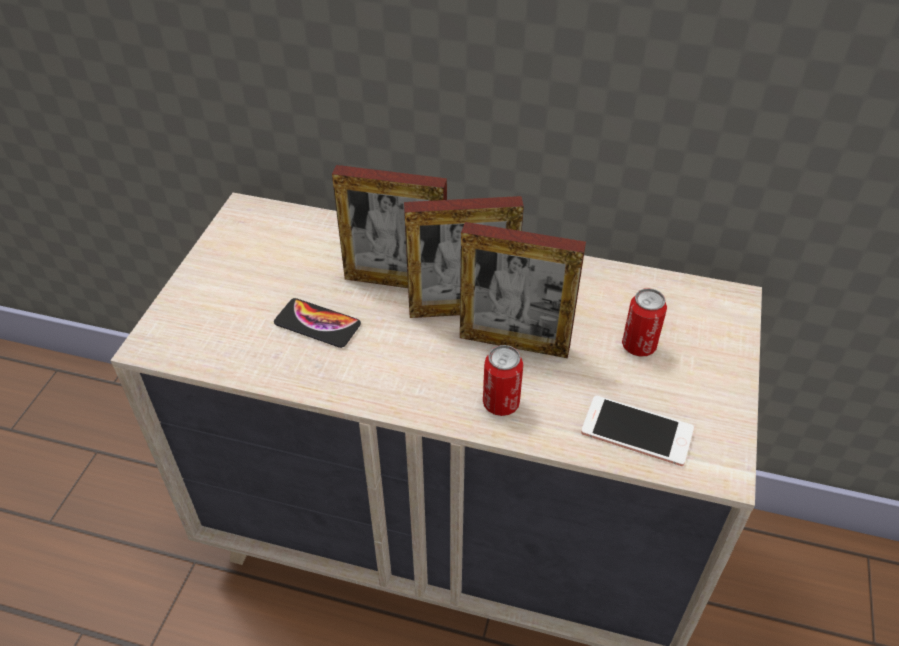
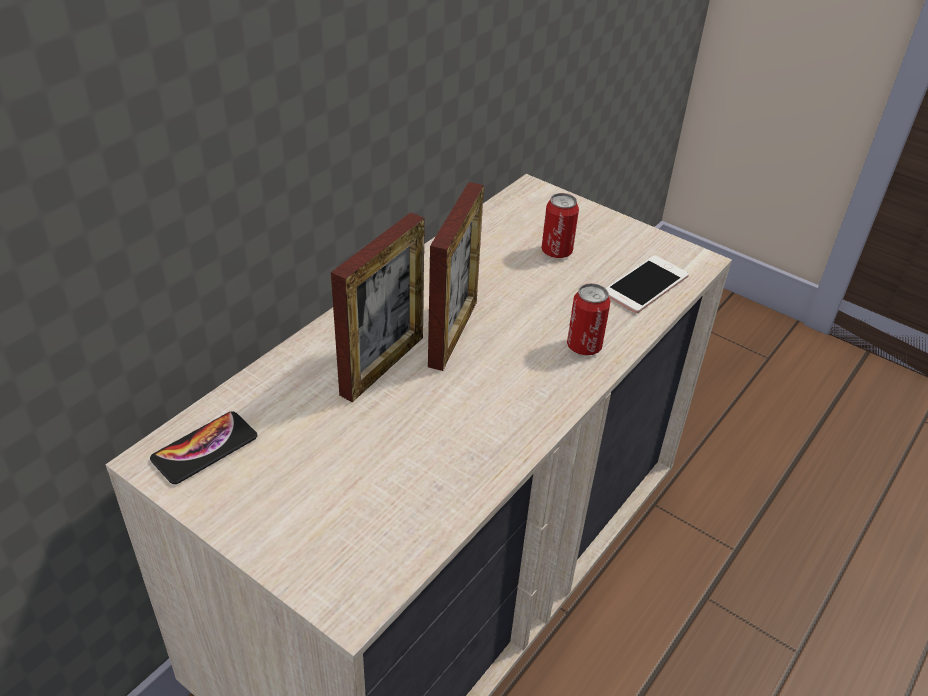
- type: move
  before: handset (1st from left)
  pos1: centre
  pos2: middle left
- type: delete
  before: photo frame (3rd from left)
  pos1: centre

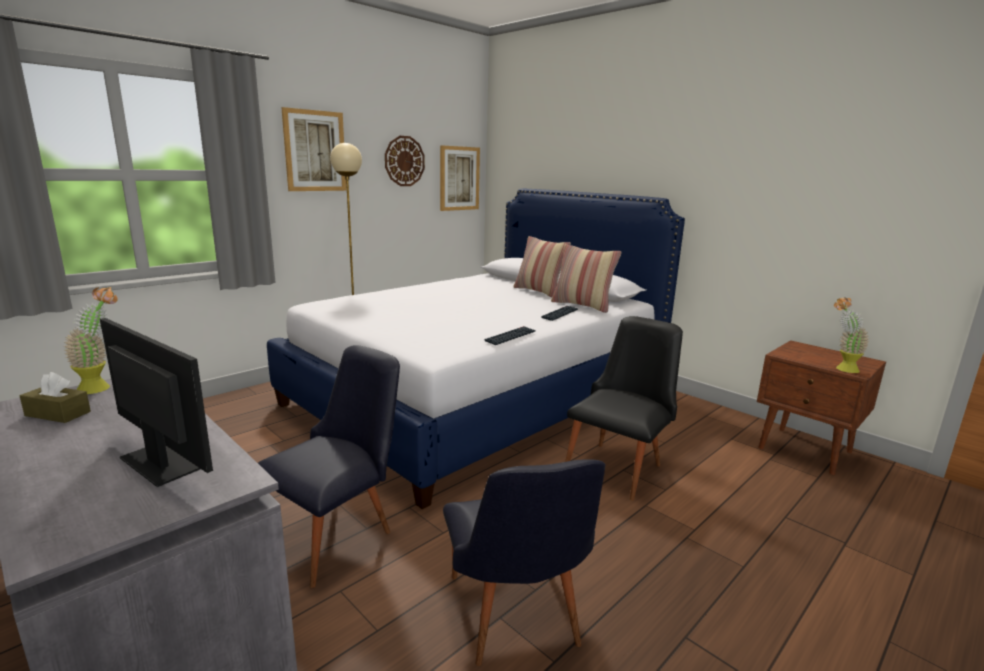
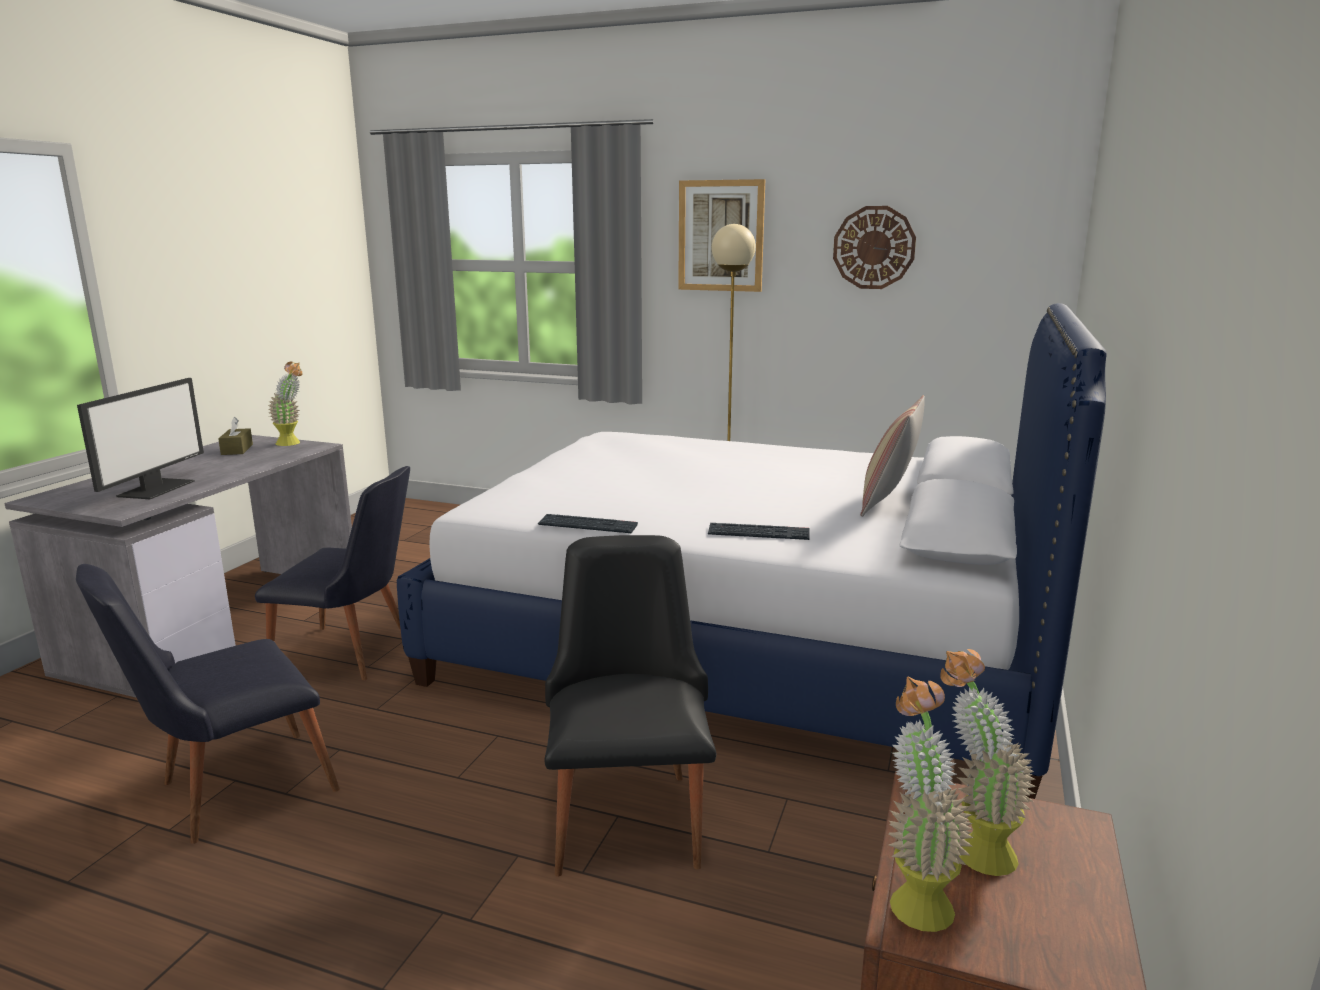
- type: rotate
  before: blackish upright chair (3rd from left)
  pos1: centre
  pos2: bottom centre
  turn: -105
- type: insert
  after: potted plant (3rd from left)
  pos2: bottom right
- type: delete
  before: wall picture (2nd from left)
  pos1: top centre
- type: delete
  before: pillow (2nd from left)
  pos1: centre

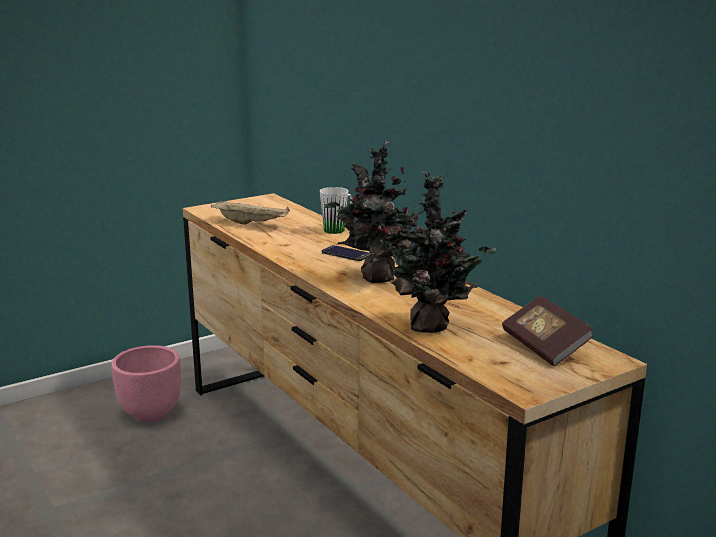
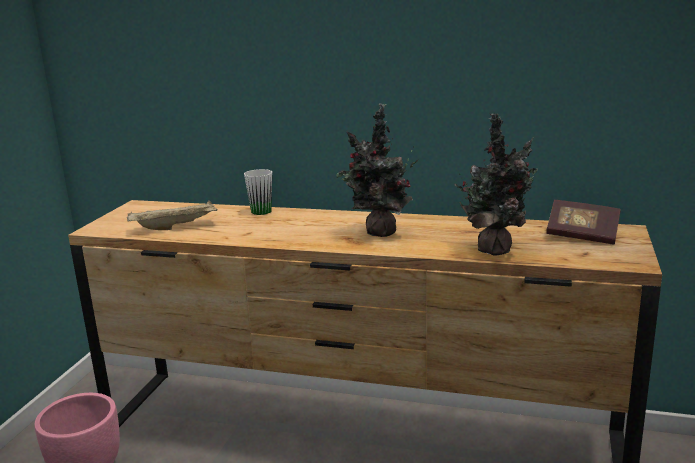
- type: delete
  before: handset
  pos1: centre

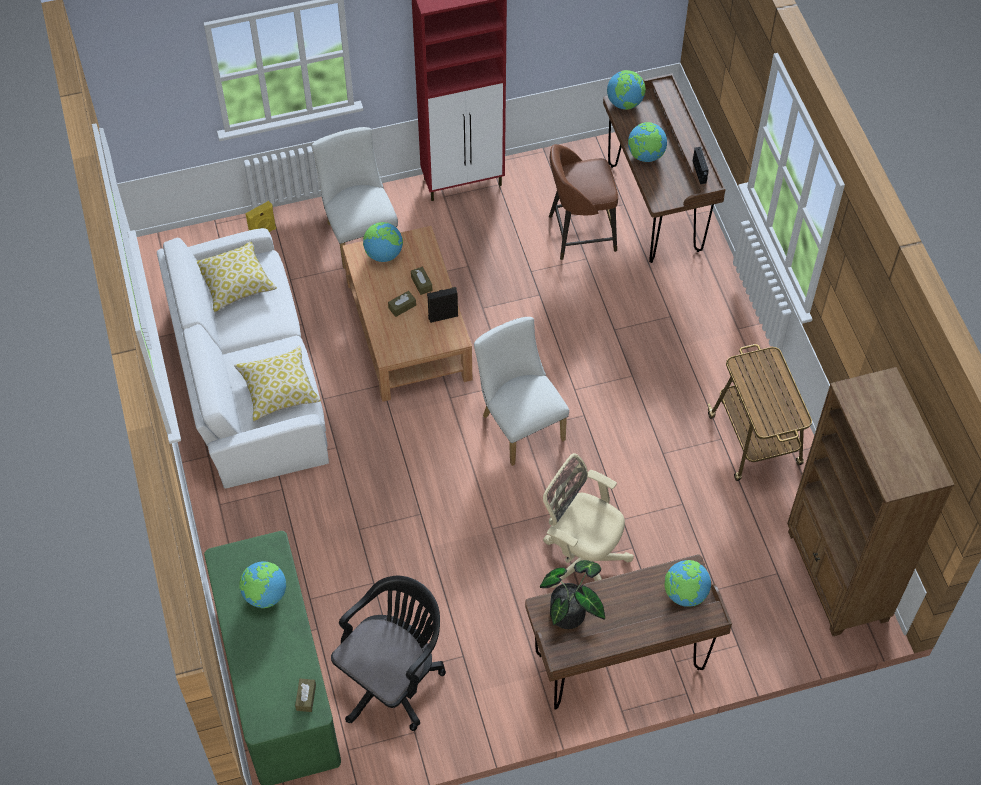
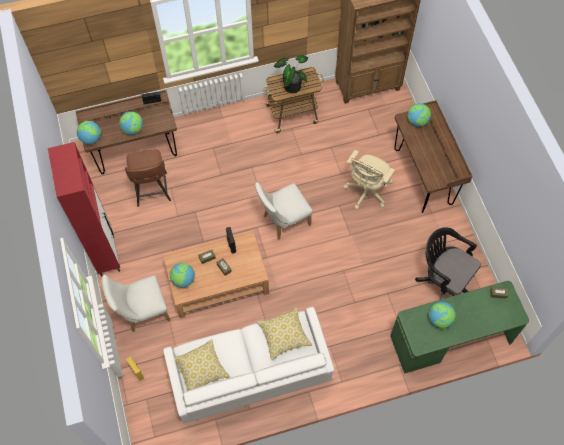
- type: move
  before: potted plant
  pos1: bottom centre
  pos2: top centre

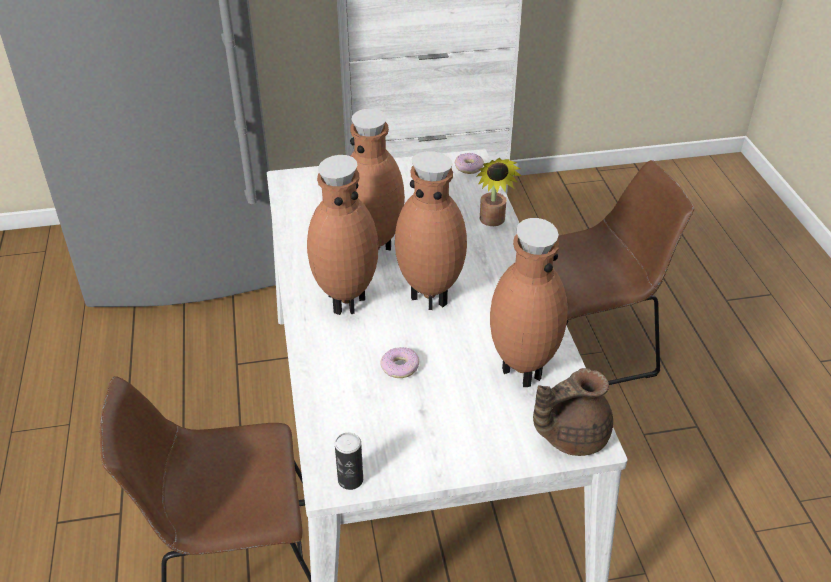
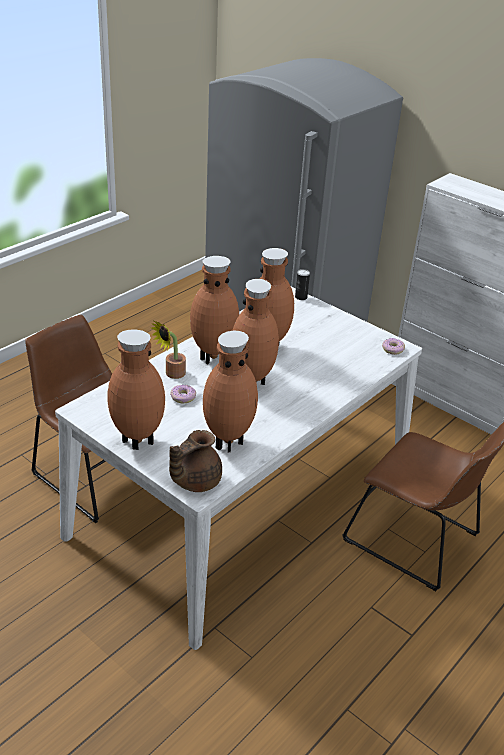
- type: insert
  after: brown-coloured flower vase (1st from left)
  pos2: middle left
- type: move
  before: potted plant
  pos1: top centre
  pos2: centre
- type: rotate
  before: brown-coloured teapot
  pos1: bottom right
  pos2: centre
  turn: -75
- type: move
  before: sealed can
  pos1: bottom centre
  pos2: centre

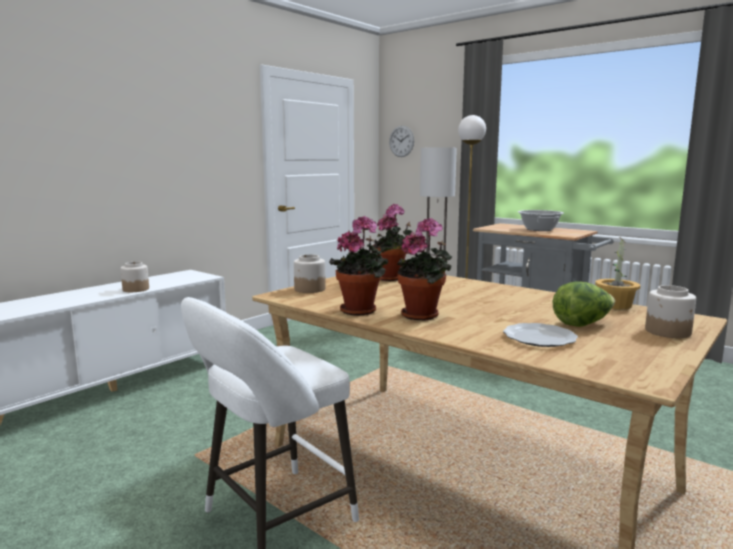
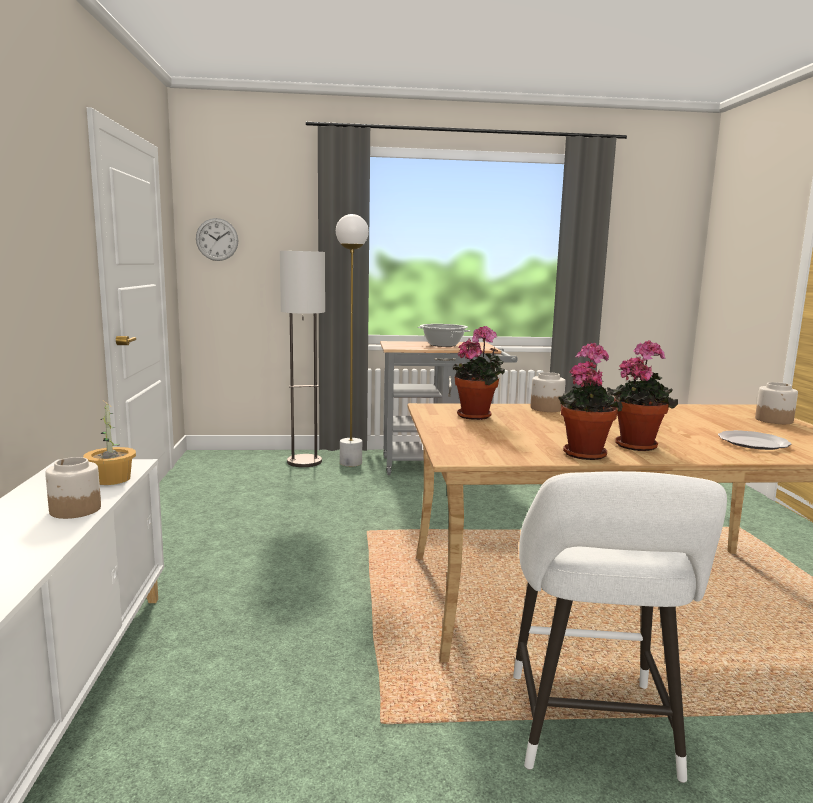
- type: move
  before: potted plant (4th from left in the first image)
  after: potted plant (1st from left)
  pos1: middle right
  pos2: middle left
- type: move
  before: storage jar (2nd from left)
  pos1: centre
  pos2: middle right
- type: delete
  before: lettuce
  pos1: middle right

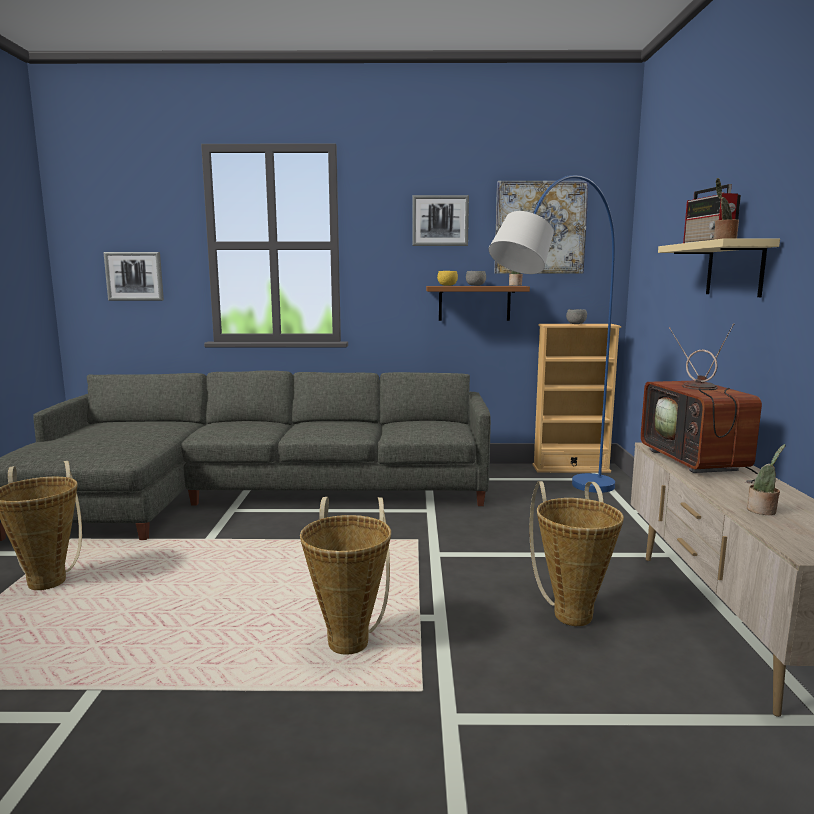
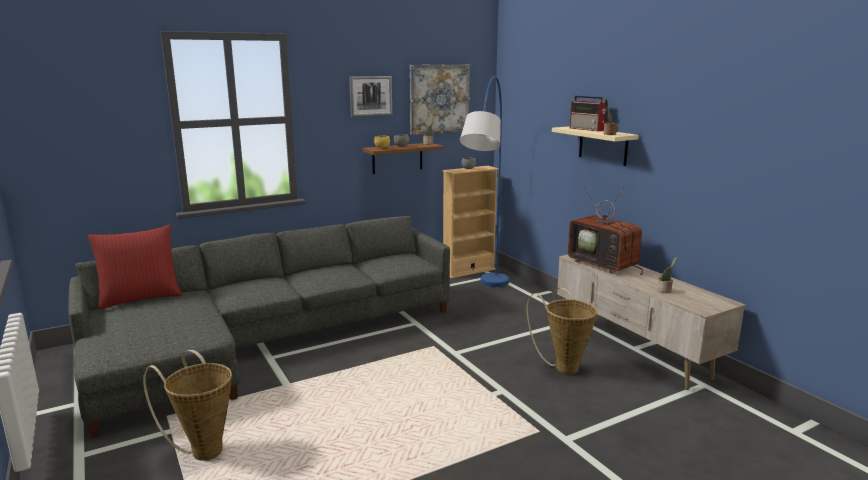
- type: insert
  after: reddish pillow
  pos2: middle left
- type: delete
  before: wall picture (1st from left)
  pos1: middle left
- type: delete
  before: storage basket (2nd from left)
  pos1: bottom centre

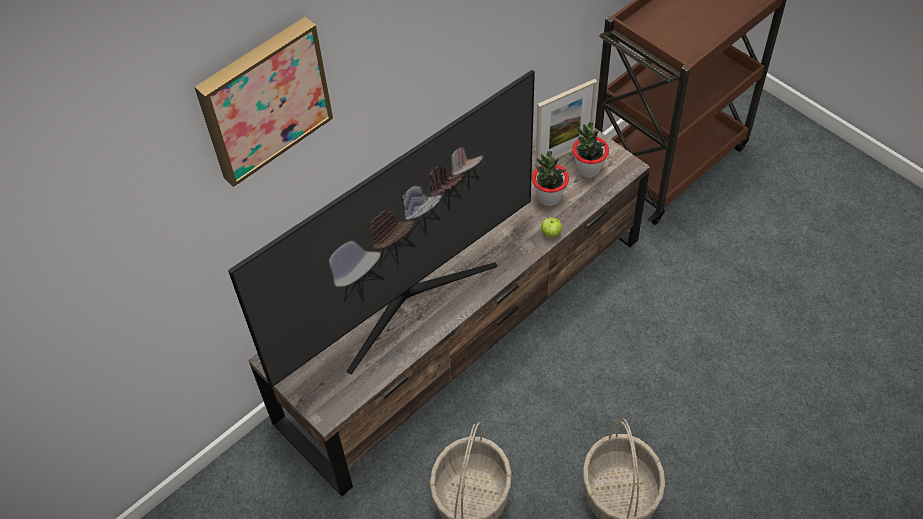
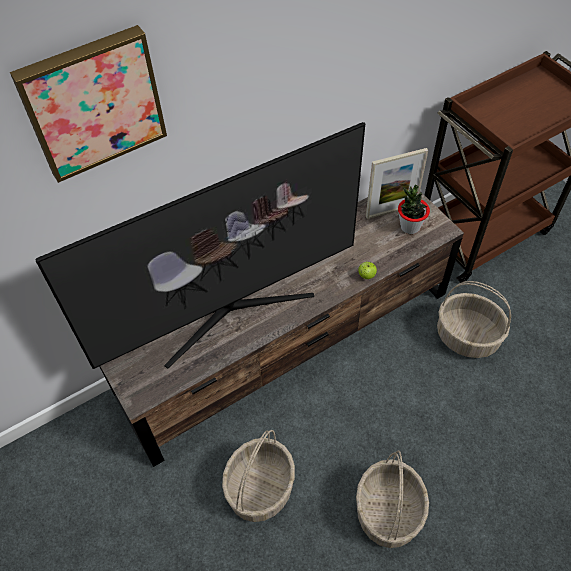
- type: insert
  after: storage basket (3rd from left)
  pos2: middle right
- type: delete
  before: potted plant (1st from left)
  pos1: centre

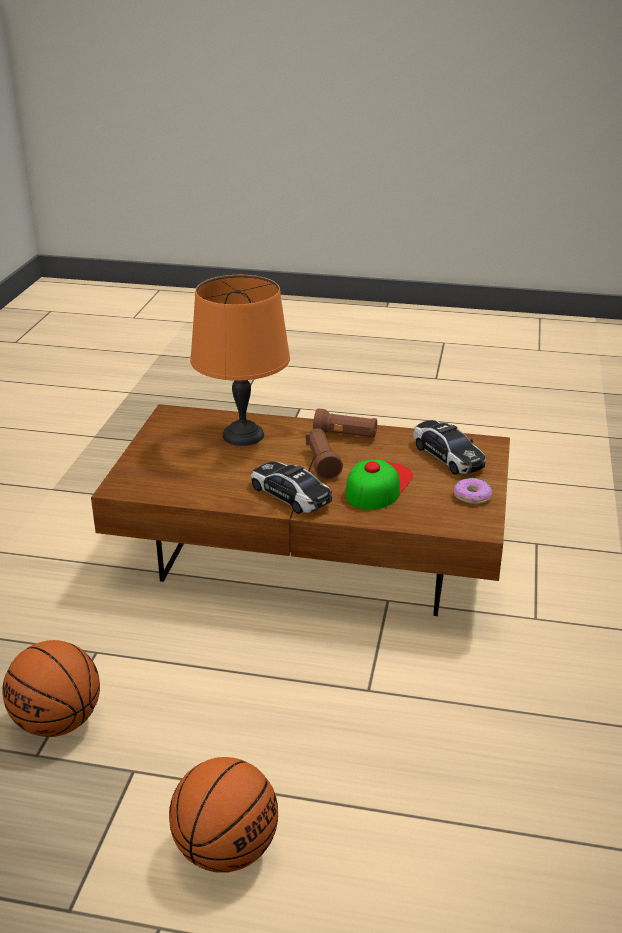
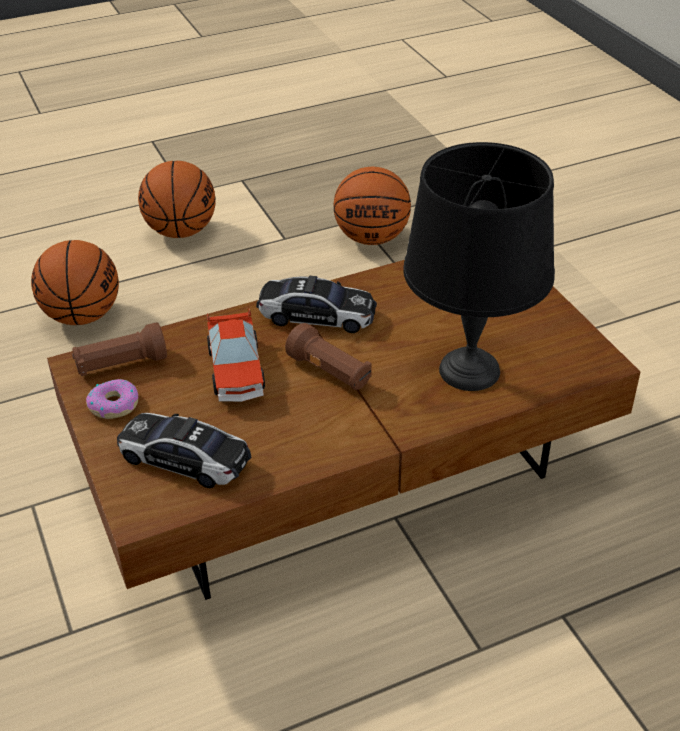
- type: insert
  after: ball for basketball (1st from left)
  pos2: middle left
- type: move
  before: brown-coloured flashlight (2nd from left in the first image)
  after: brown-coloured flashlight (1st from left)
  pos1: centre
  pos2: middle left
- type: replace
  before: cap
  after: miniature car (2nd from left)
  pos1: centre
  pos2: centre
- type: recolor
  before: orange lamp for a table
  after: blackish lamp for a table
  pos1: centre
  pos2: middle right

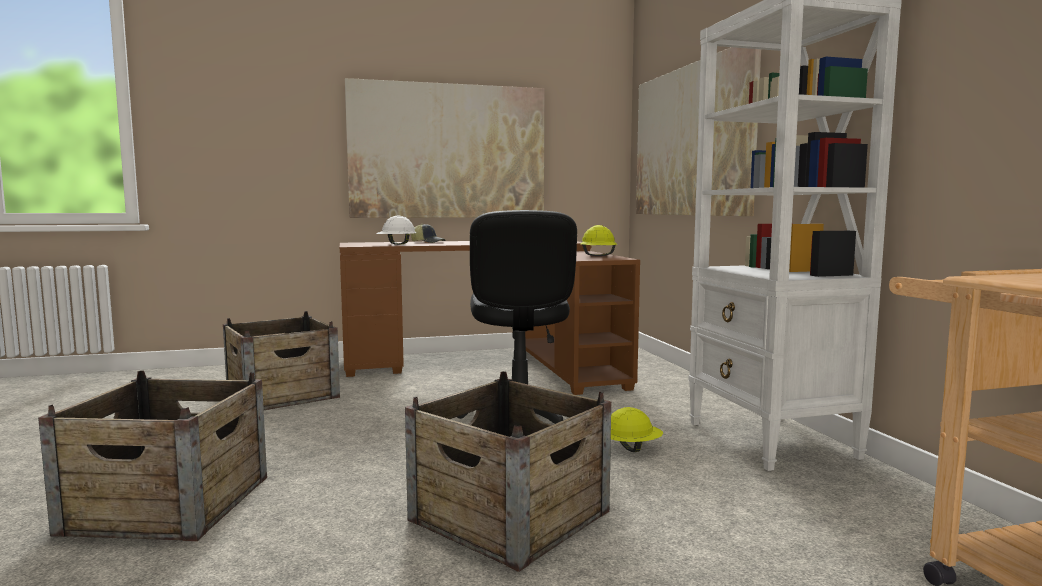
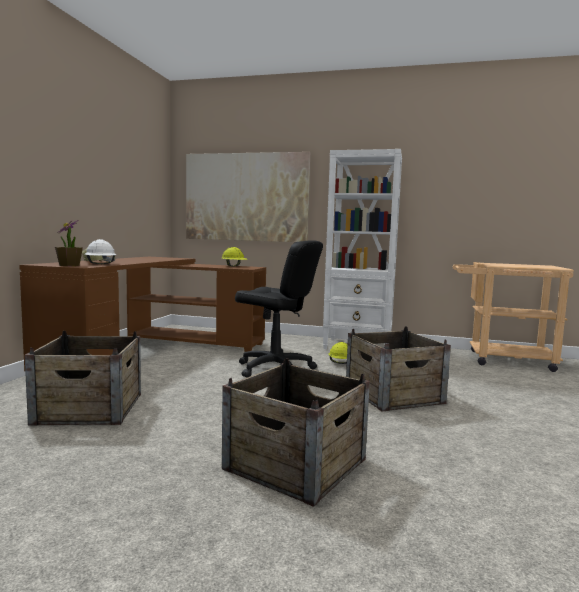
- type: insert
  after: potted plant
  pos2: middle left
- type: delete
  before: wall picture (1st from left)
  pos1: top centre

